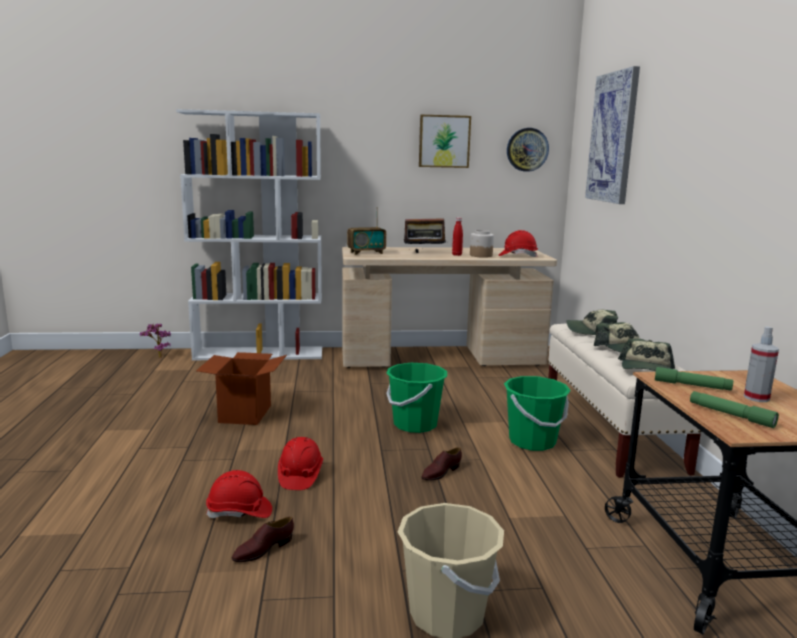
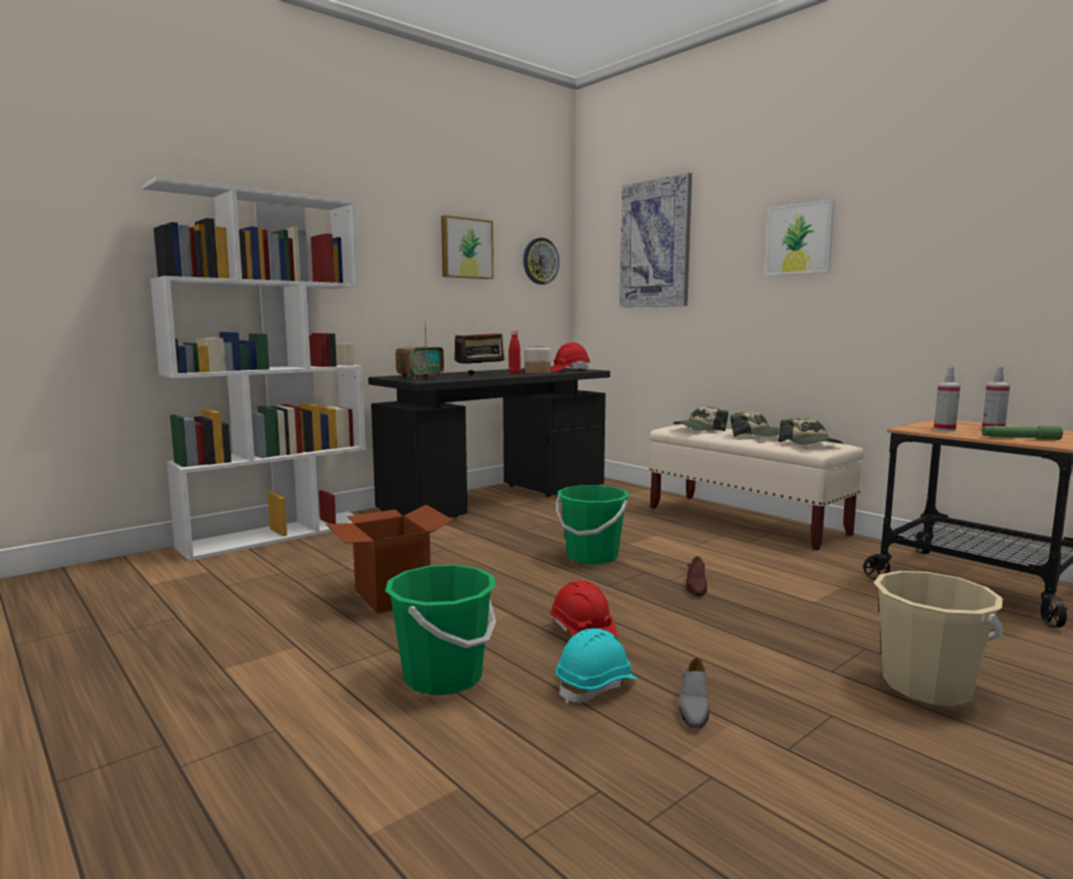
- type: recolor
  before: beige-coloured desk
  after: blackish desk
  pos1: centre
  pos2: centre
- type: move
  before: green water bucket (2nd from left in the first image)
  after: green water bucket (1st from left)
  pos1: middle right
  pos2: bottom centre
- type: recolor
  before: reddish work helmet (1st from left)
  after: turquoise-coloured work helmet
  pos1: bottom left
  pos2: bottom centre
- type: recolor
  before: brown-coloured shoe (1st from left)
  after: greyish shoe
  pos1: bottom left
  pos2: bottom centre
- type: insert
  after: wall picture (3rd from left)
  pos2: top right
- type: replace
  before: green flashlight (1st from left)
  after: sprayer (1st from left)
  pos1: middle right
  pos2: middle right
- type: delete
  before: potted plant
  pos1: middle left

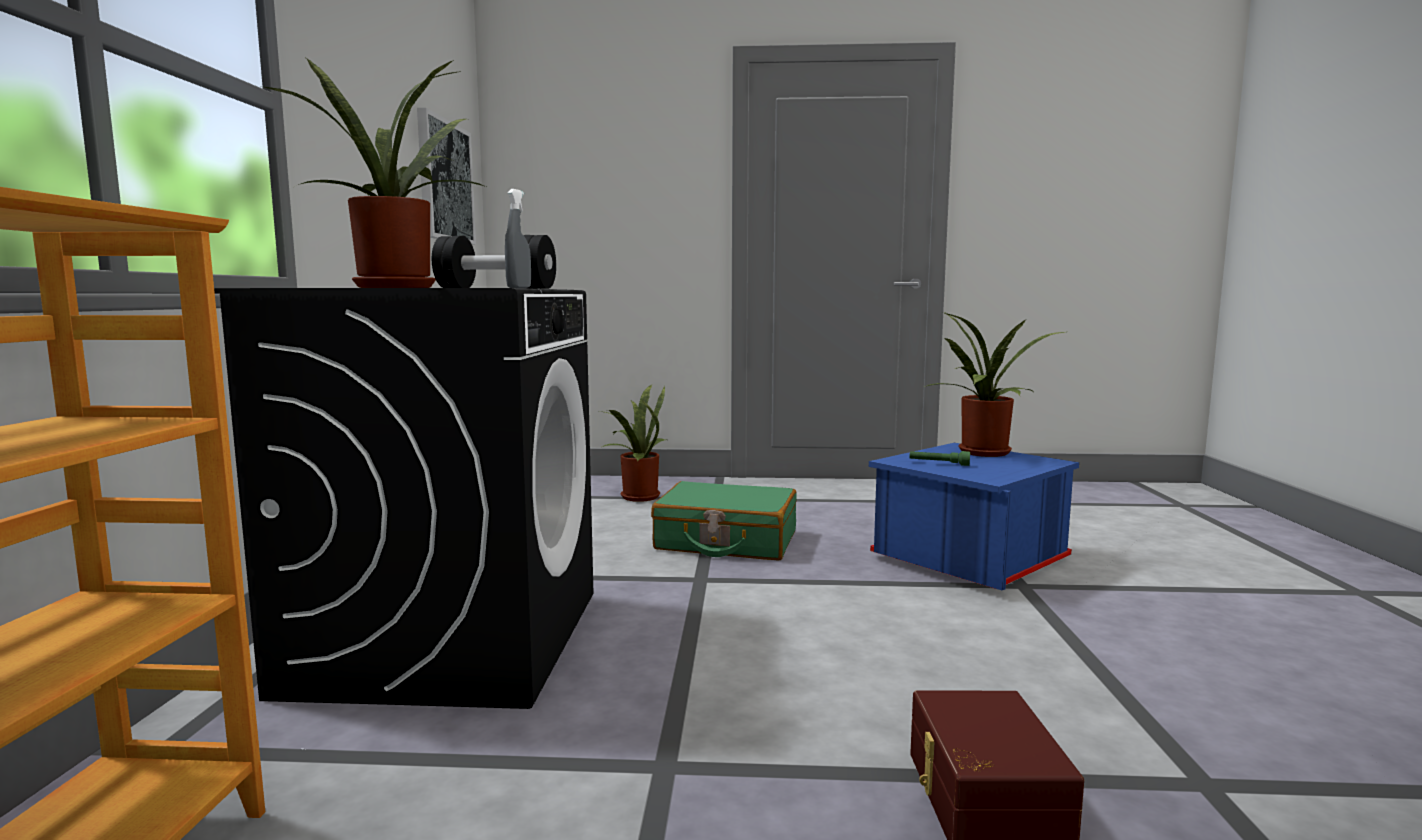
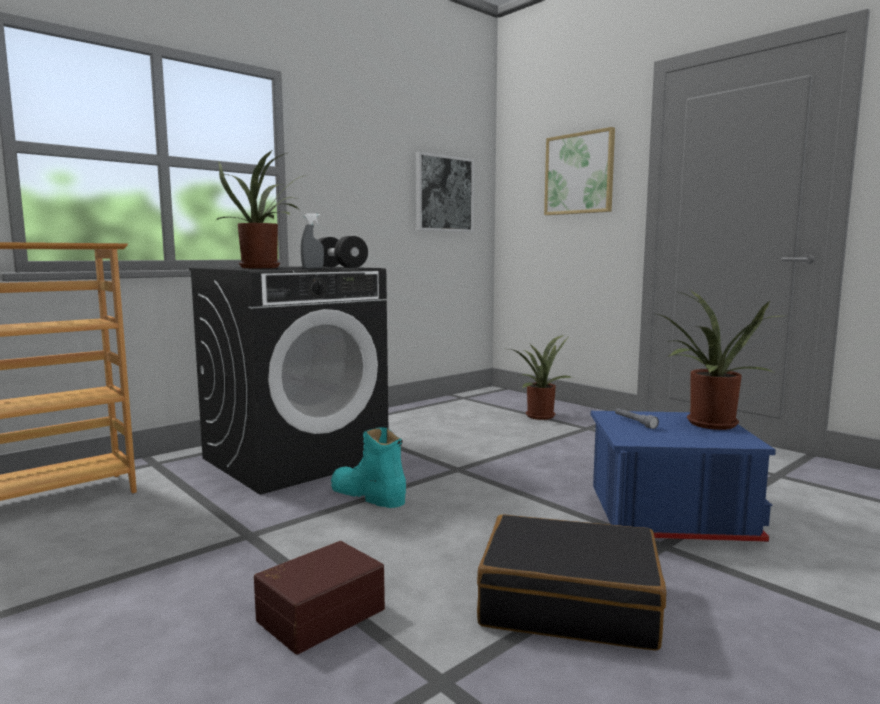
- type: insert
  after: turquoise-coloured boot
  pos2: centre
- type: insert
  after: blackish piece of luggage
  pos2: bottom centre
- type: insert
  after: wall picture (2nd from left)
  pos2: top centre
- type: recolor
  before: green flashlight
  after: greyish flashlight
  pos1: centre
  pos2: middle right
- type: delete
  before: green piece of luggage
  pos1: centre

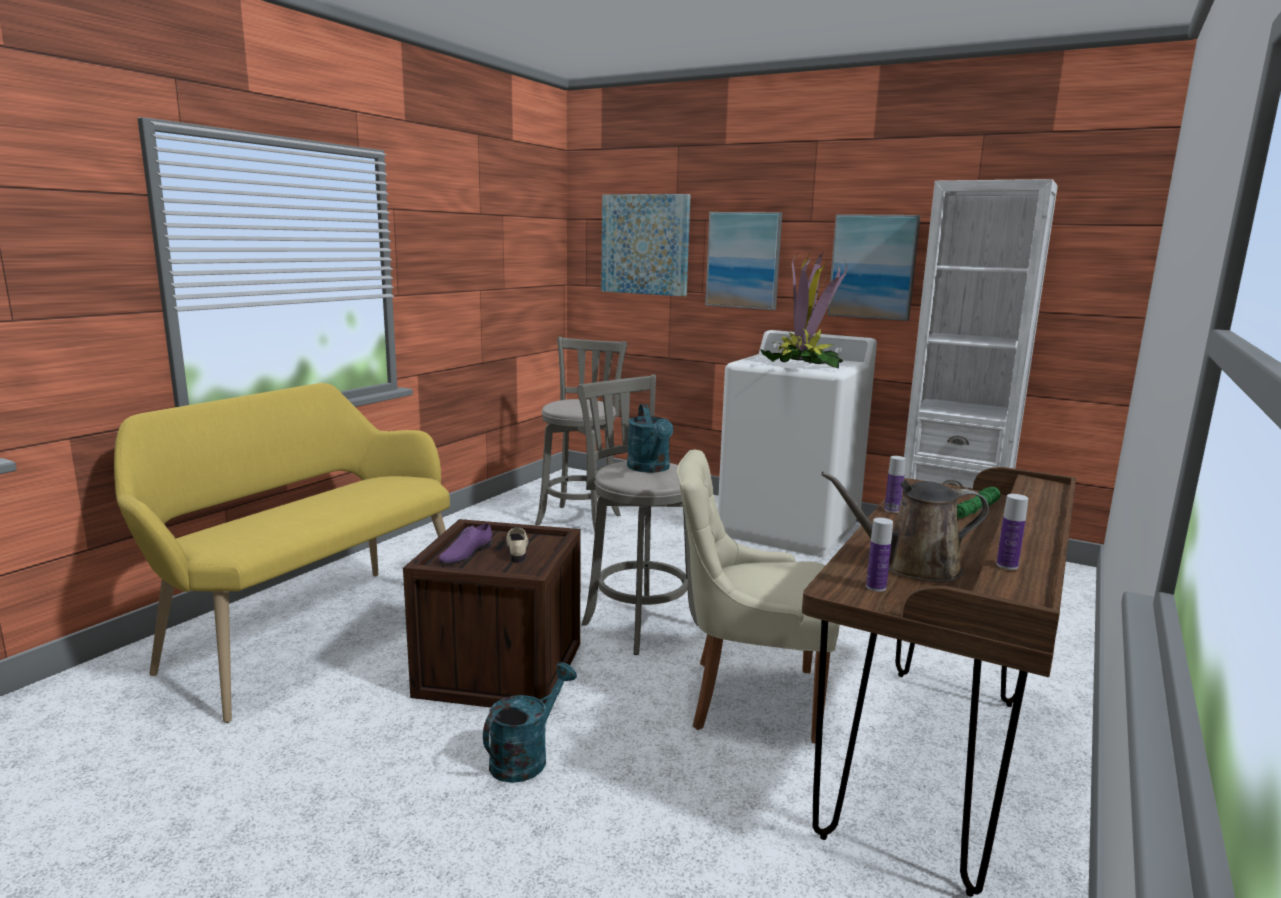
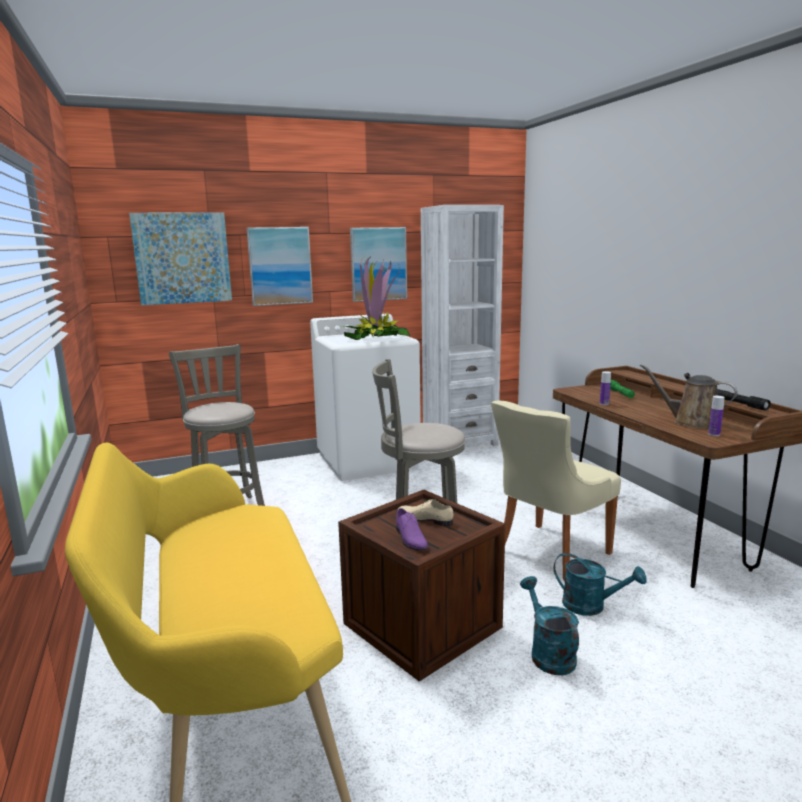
- type: move
  before: turquoise-coloured sprinkling can (2nd from left)
  pos1: centre
  pos2: bottom right
- type: rotate
  before: brown-coloured sprinkling can
  pos1: middle right
  pos2: middle right
  turn: 90
- type: replace
  before: drink bottle (3rd from left)
  after: blackish flashlight
  pos1: middle right
  pos2: middle right

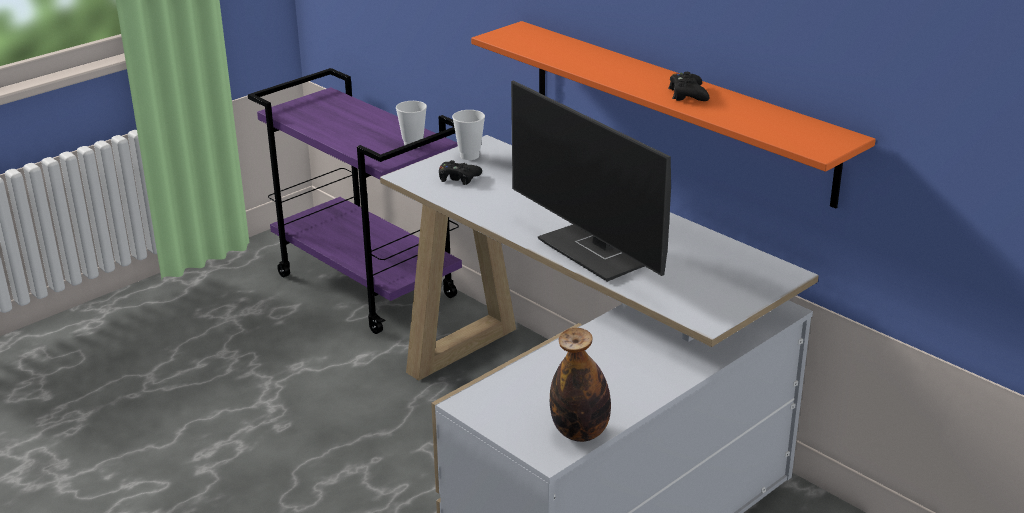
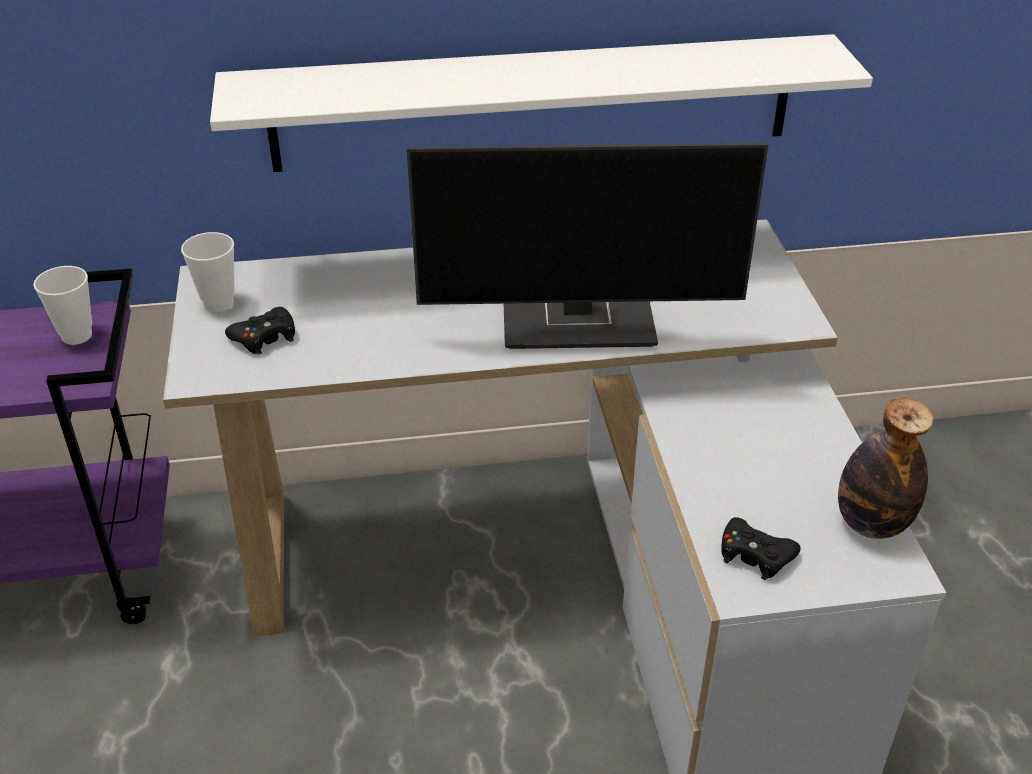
- type: recolor
  before: orange shelf
  after: white-coloured shelf
  pos1: top centre
  pos2: top centre
- type: move
  before: blackish game controller (2nd from left)
  pos1: top right
  pos2: bottom right

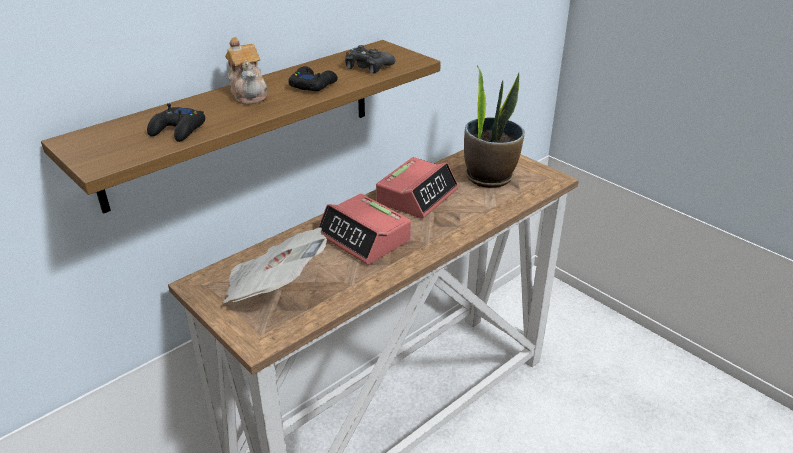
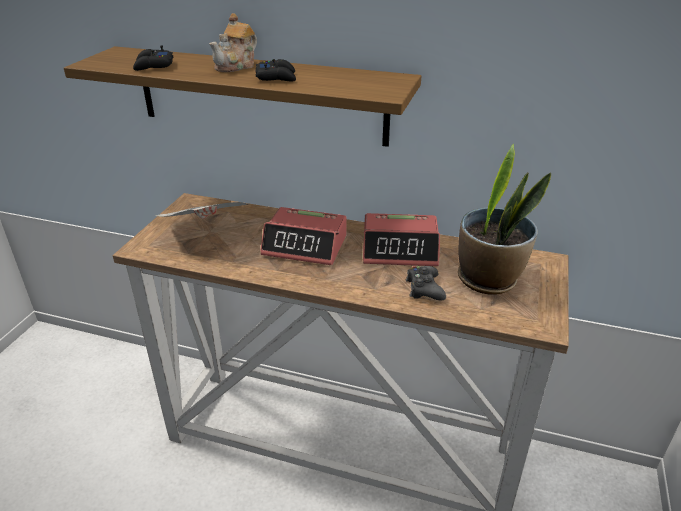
- type: rotate
  before: bedside clock (1st from left)
  pos1: centre
  pos2: centre
  turn: -90
- type: move
  before: blackish game controller (3rd from left)
  pos1: top centre
  pos2: centre

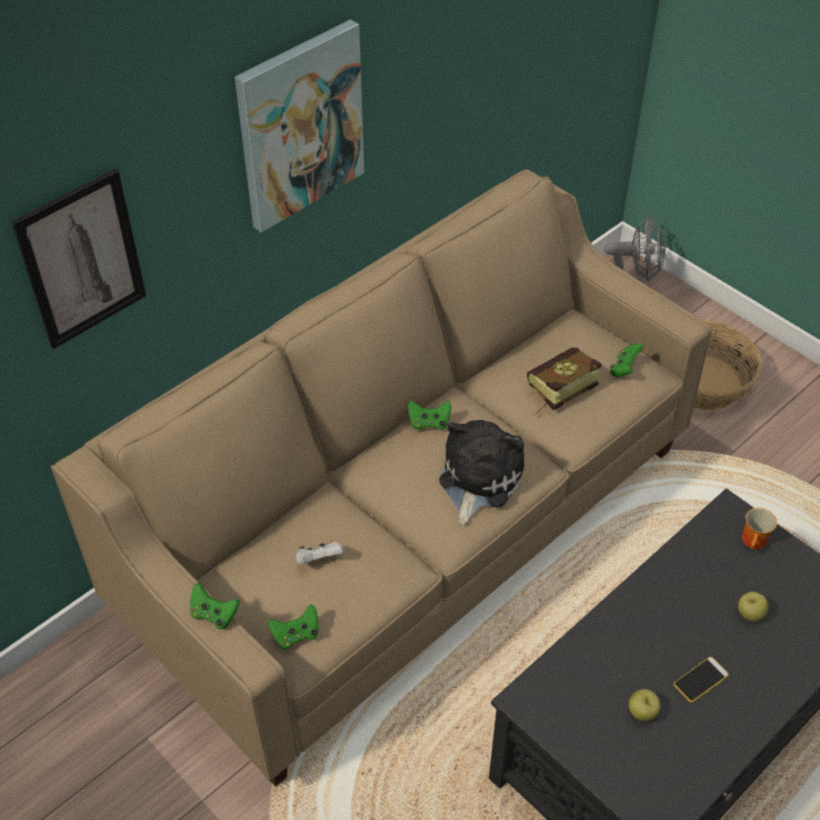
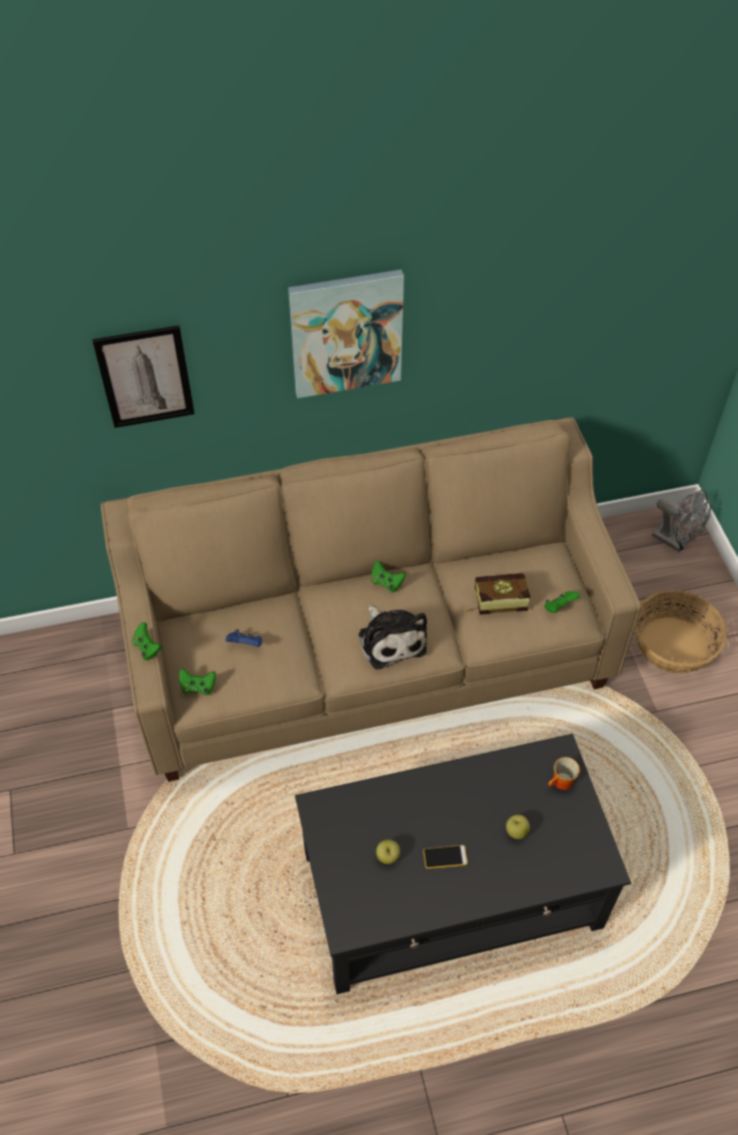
- type: recolor
  before: white-coloured game controller
  after: bluish game controller
  pos1: bottom centre
  pos2: middle left
- type: rotate
  before: cuddly toy
  pos1: centre
  pos2: centre
  turn: 105

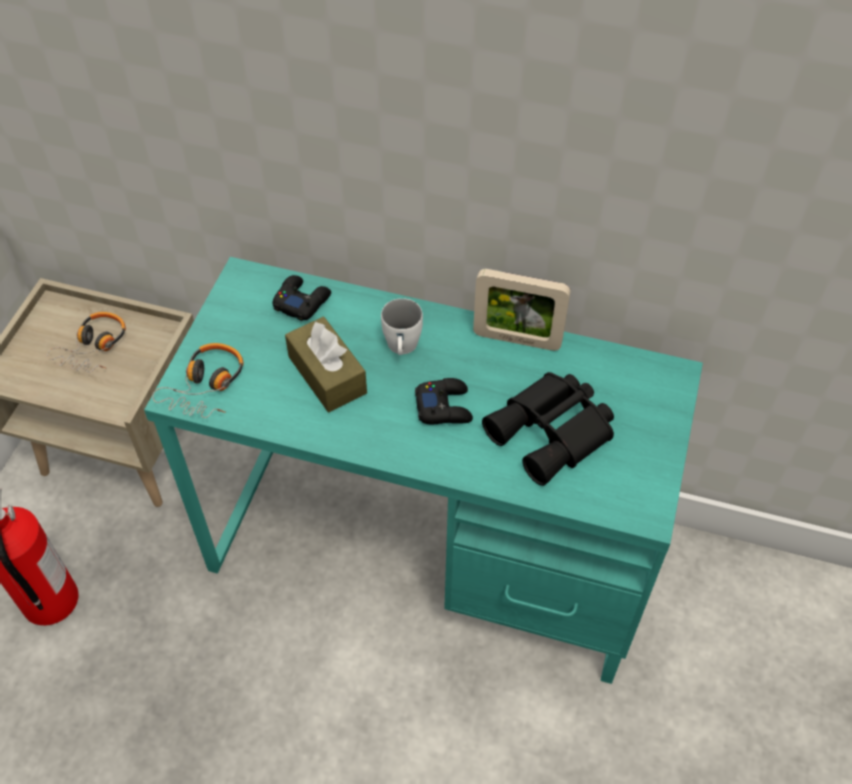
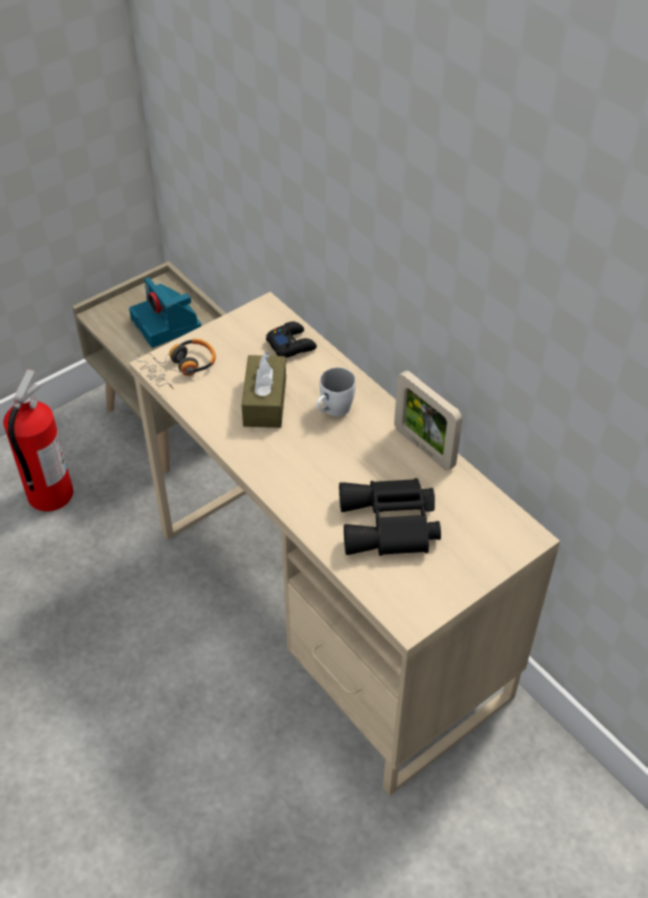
- type: replace
  before: pair of headphones (1st from left)
  after: photo camera
  pos1: middle left
  pos2: middle left
- type: recolor
  before: turquoise-coloured desk
  after: beige-coloured desk
  pos1: centre
  pos2: centre
- type: delete
  before: blackish game controller (2nd from left)
  pos1: centre

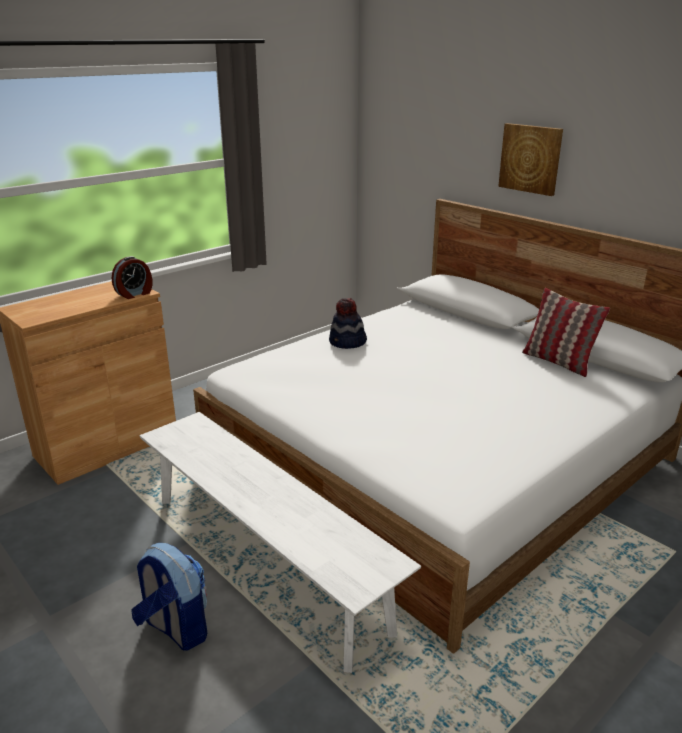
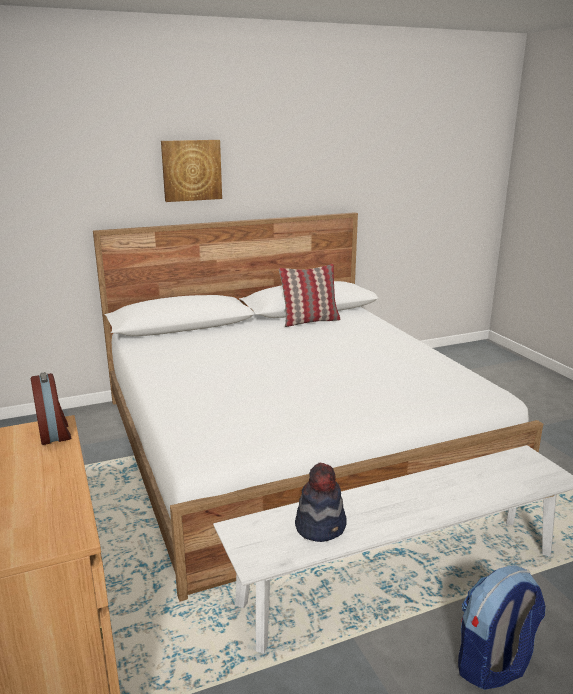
- type: move
  before: clothing hat
  pos1: centre
  pos2: bottom centre

